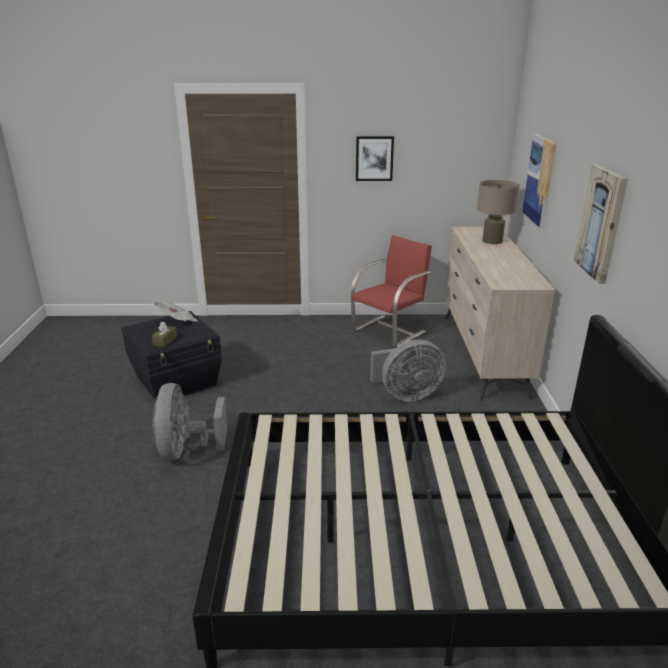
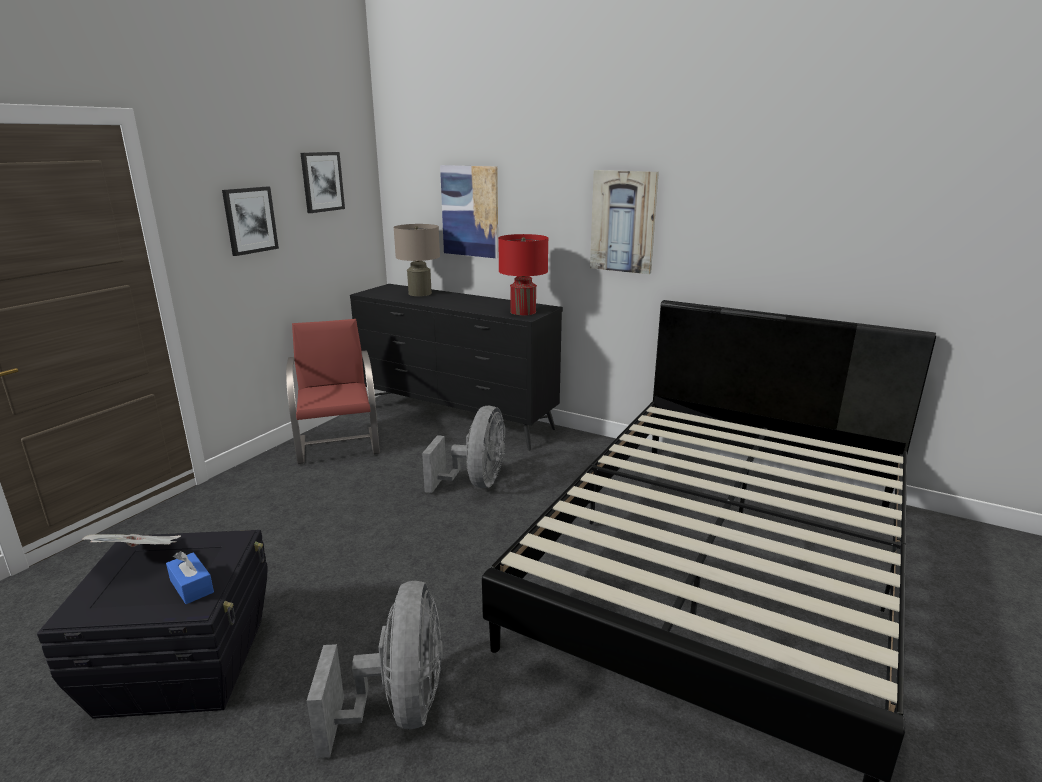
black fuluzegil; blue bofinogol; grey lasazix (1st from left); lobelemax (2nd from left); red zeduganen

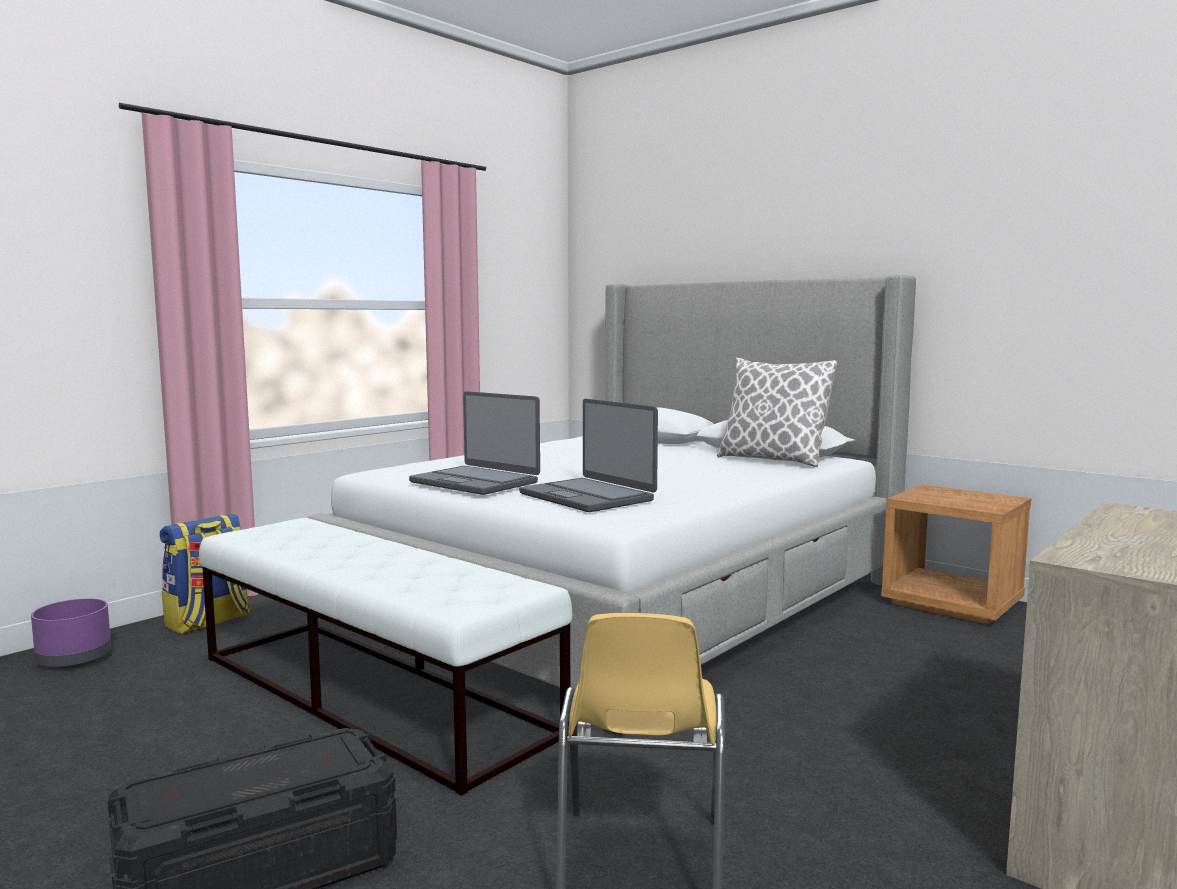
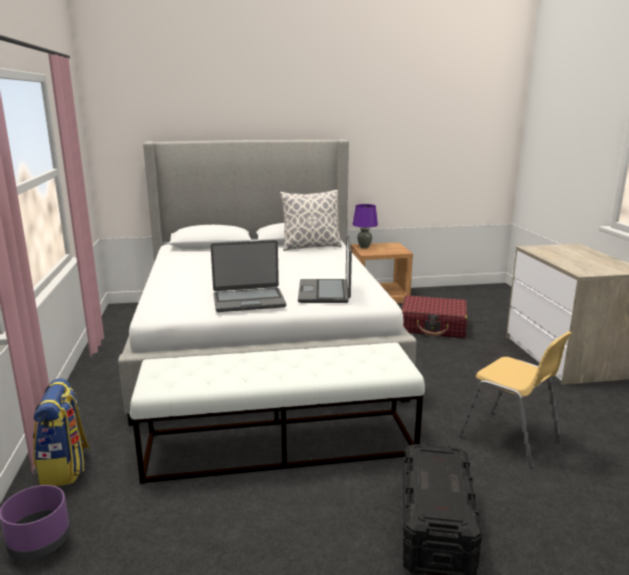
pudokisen (2nd from left); purple zeduganen; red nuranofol

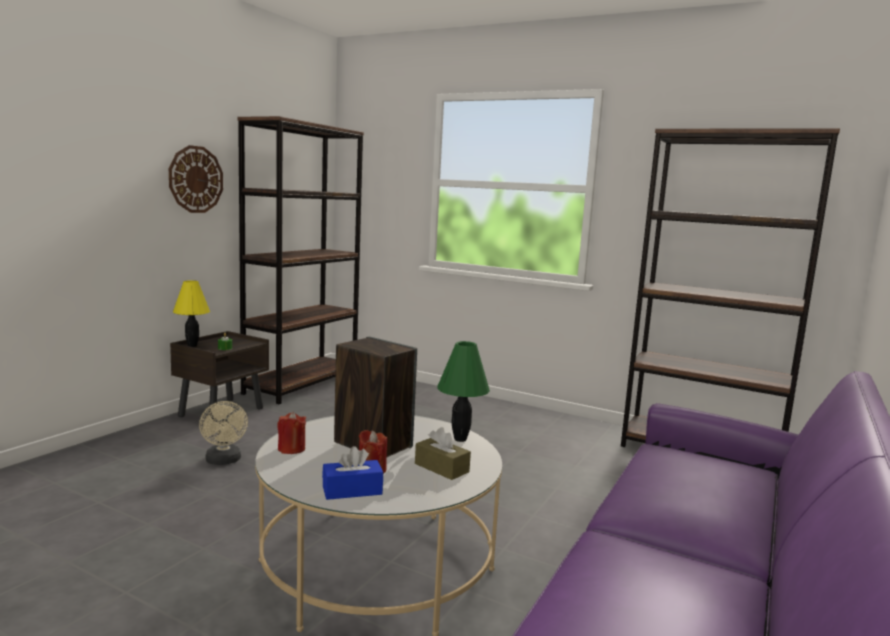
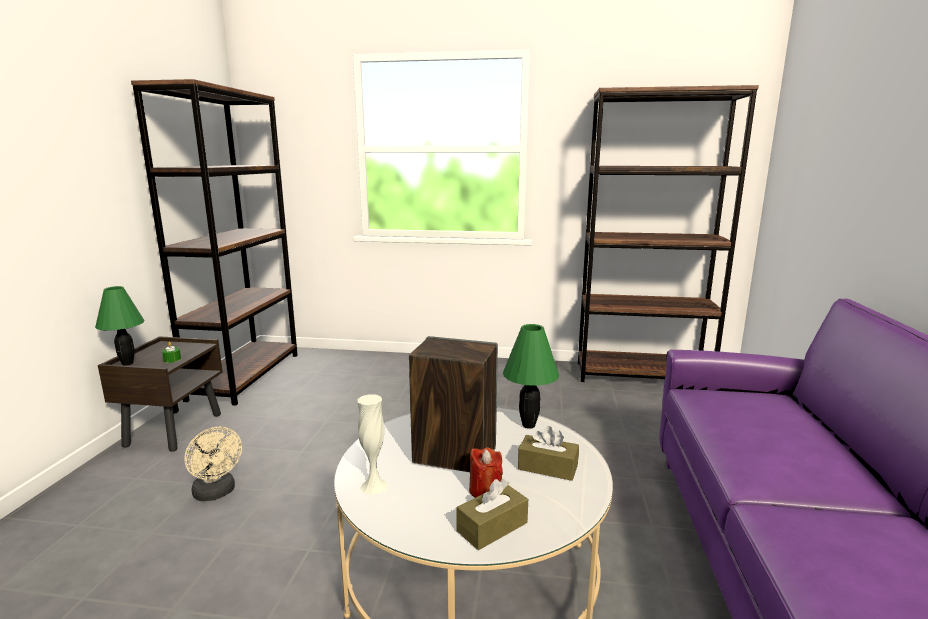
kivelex; green zeduganen (1st from left); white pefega; brown bofinogol (1st from left)

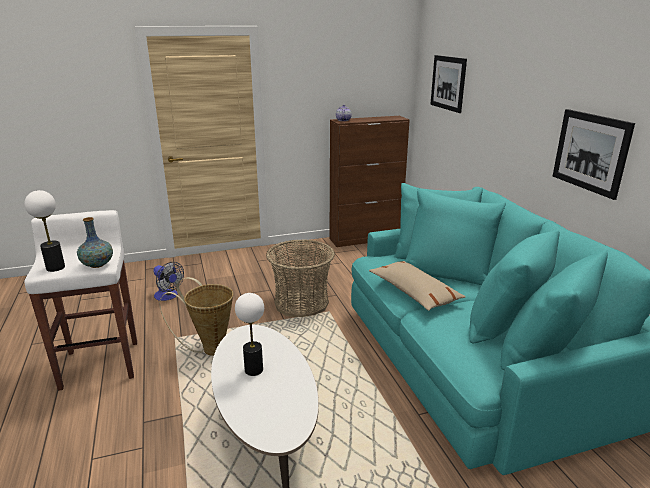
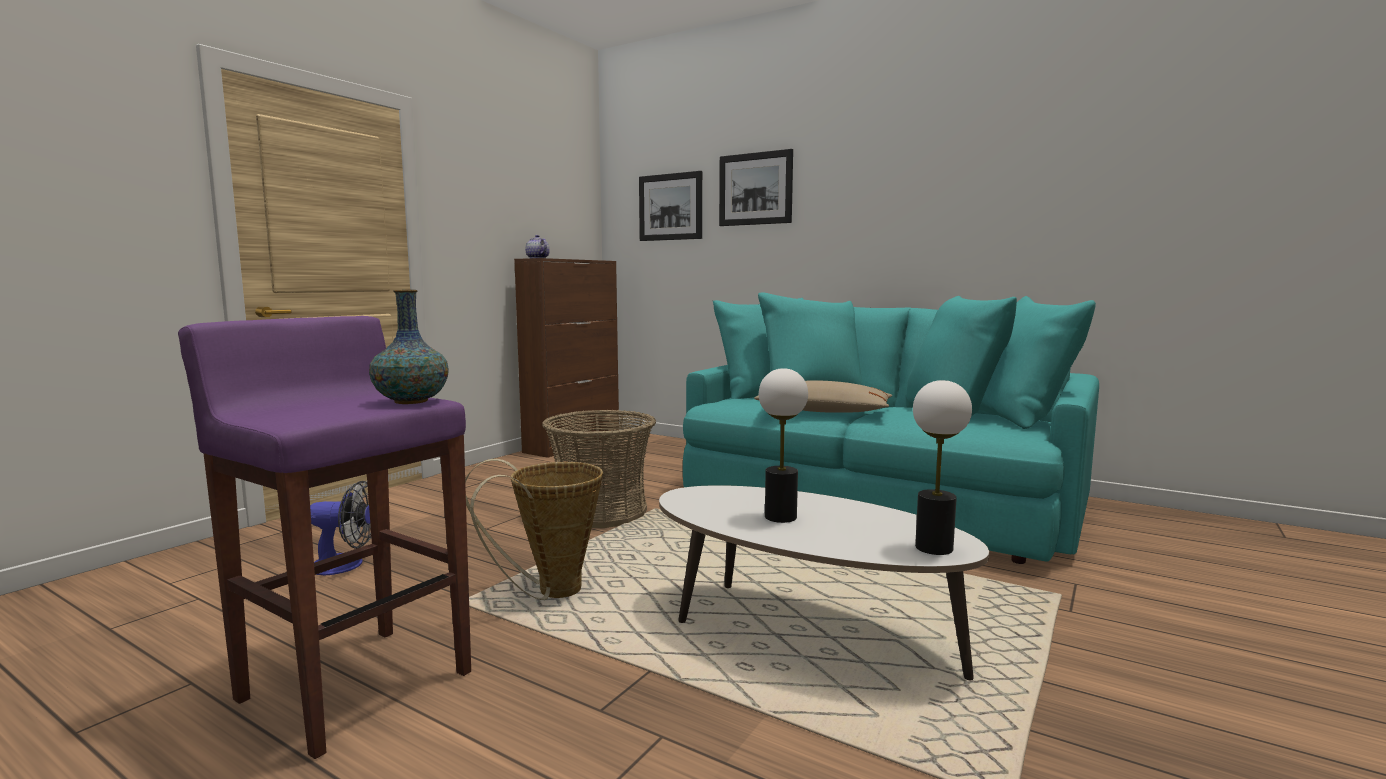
lobelemax (2nd from left); zeduganen (2nd from left); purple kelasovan

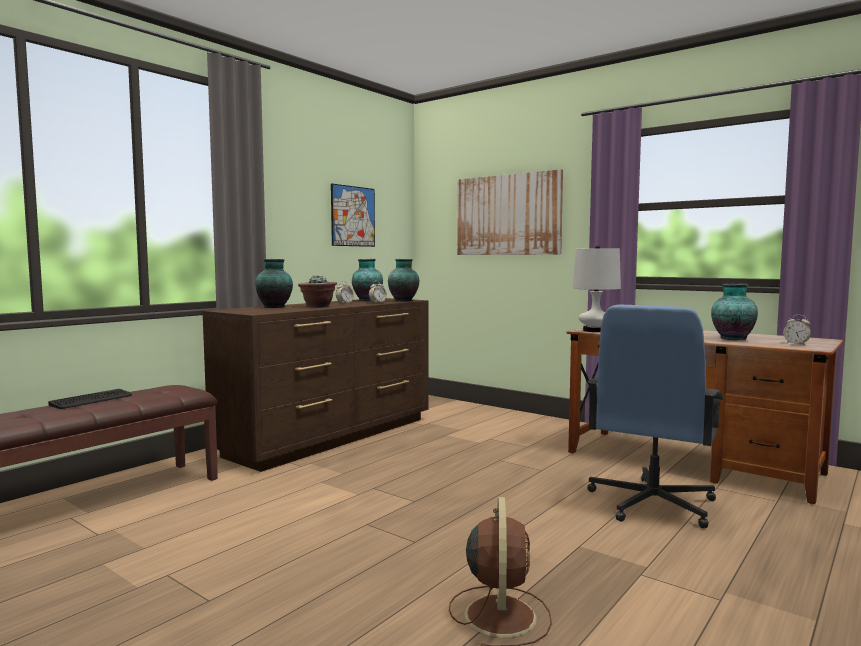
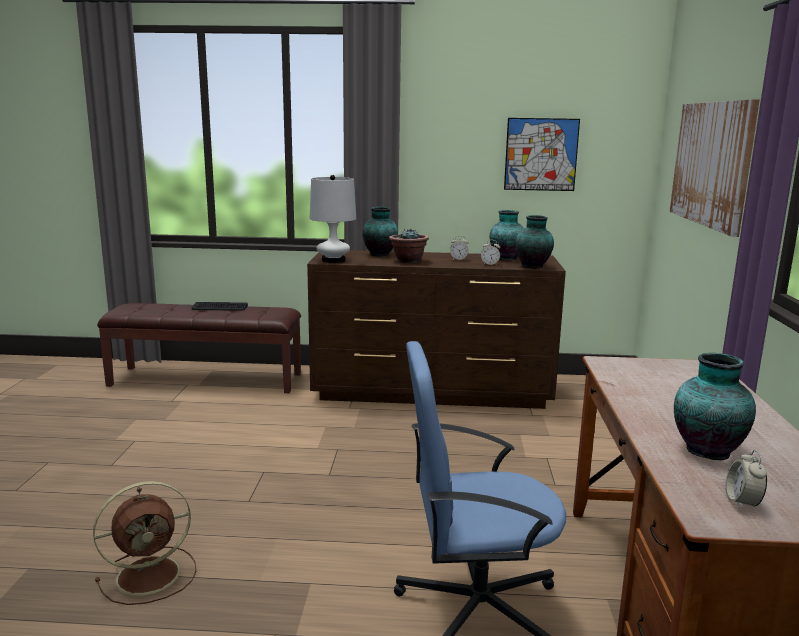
white zeduganen

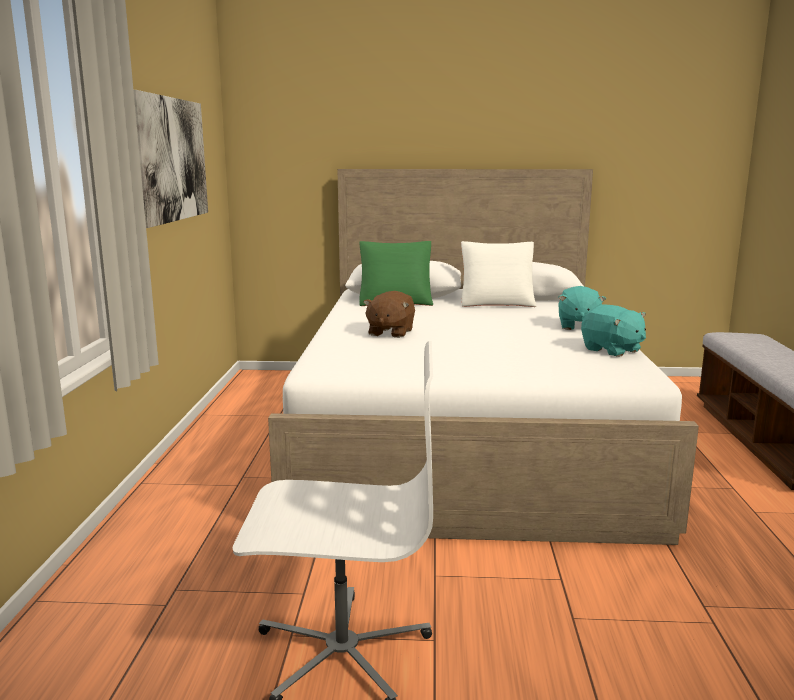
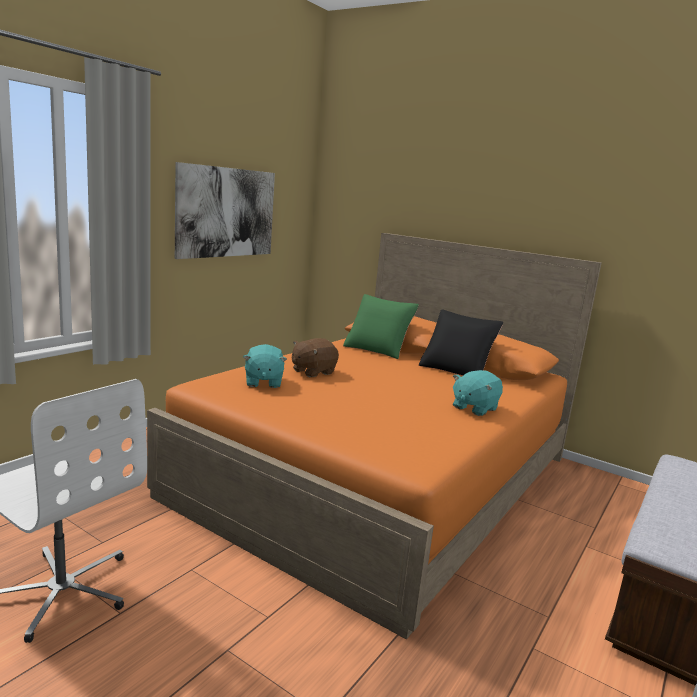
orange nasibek; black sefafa; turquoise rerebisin (1st from left)

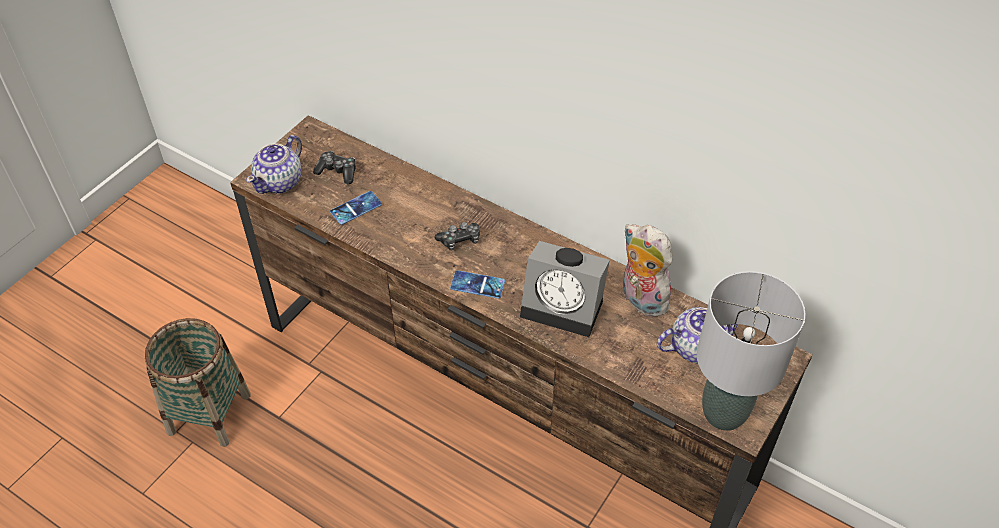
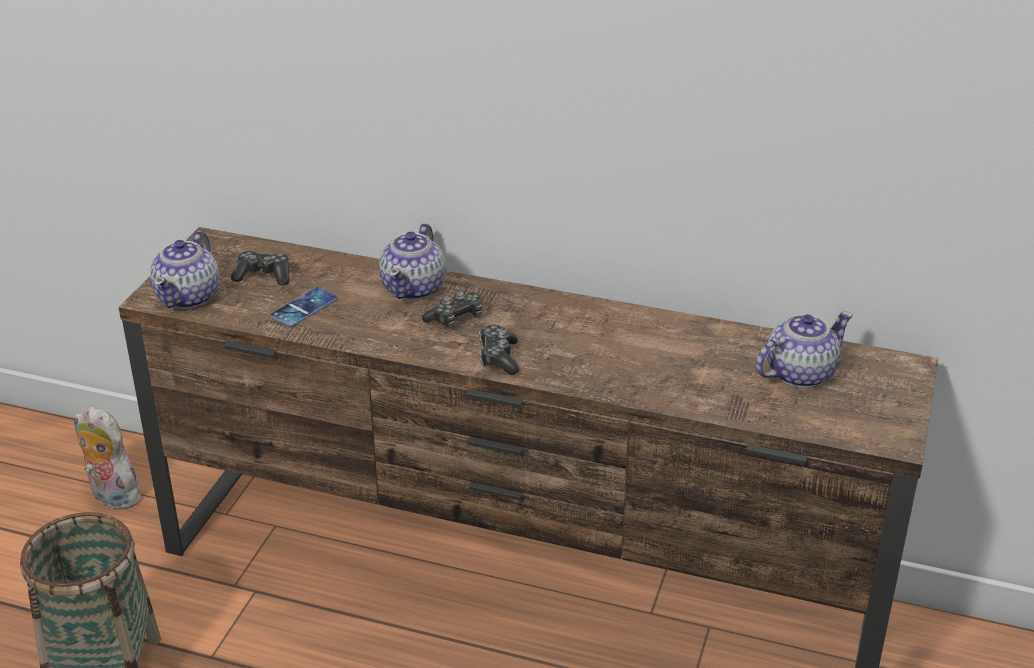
rerebisin; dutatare; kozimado (3rd from left); grey zeduganen; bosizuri (2nd from left)

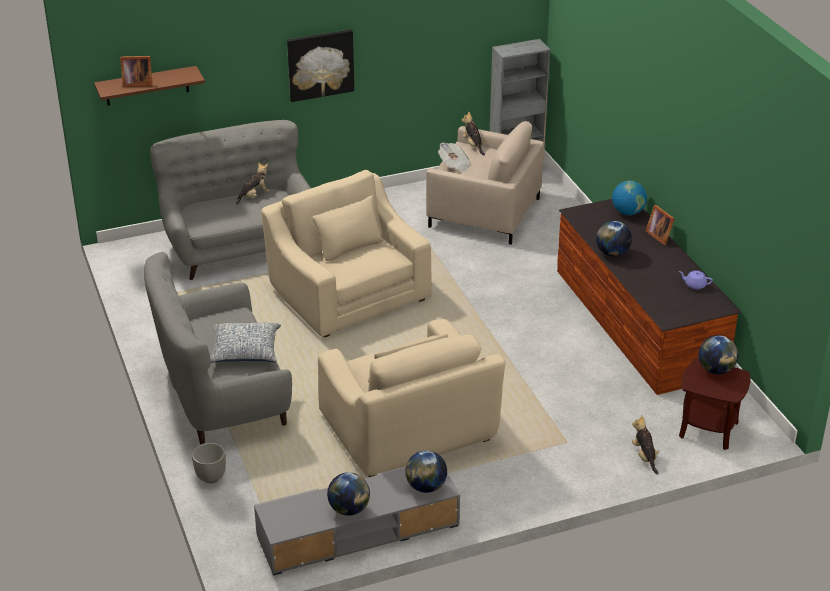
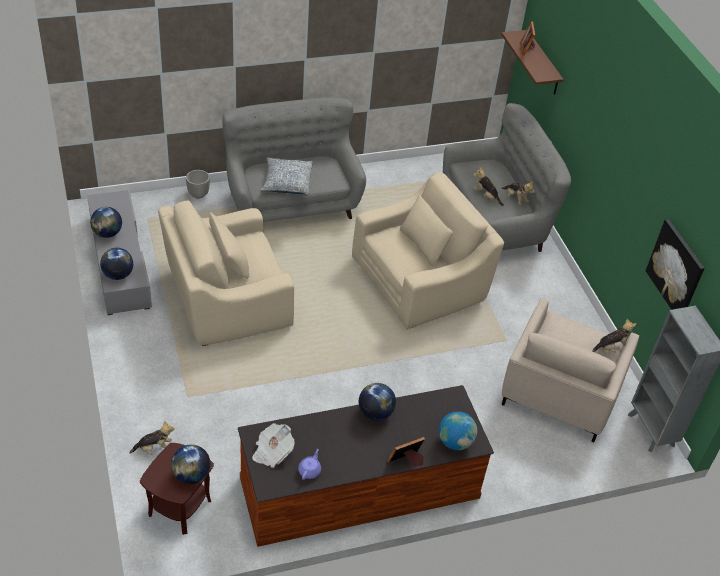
lobelemax; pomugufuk; rerebisin (2nd from left)

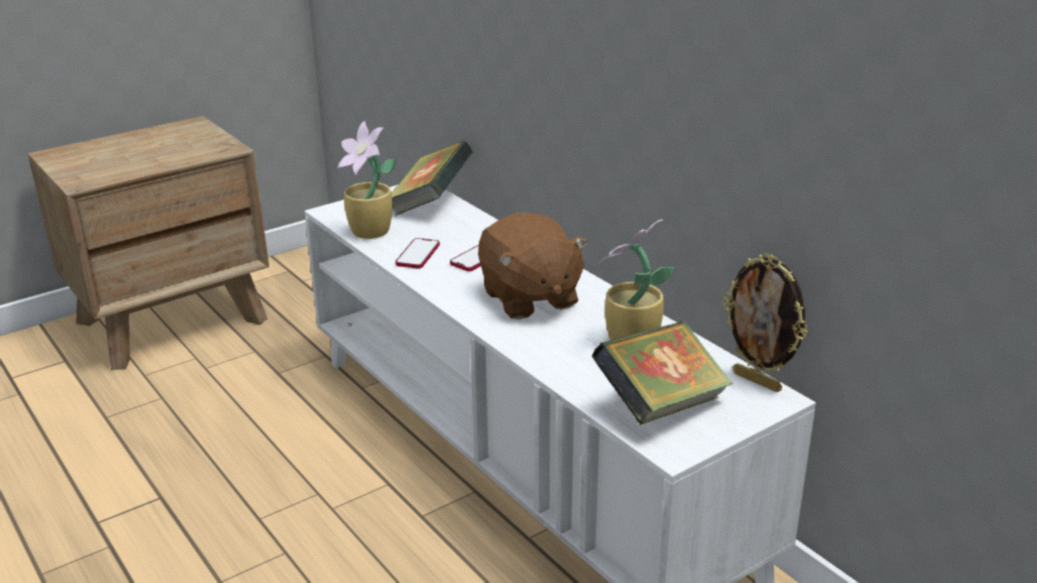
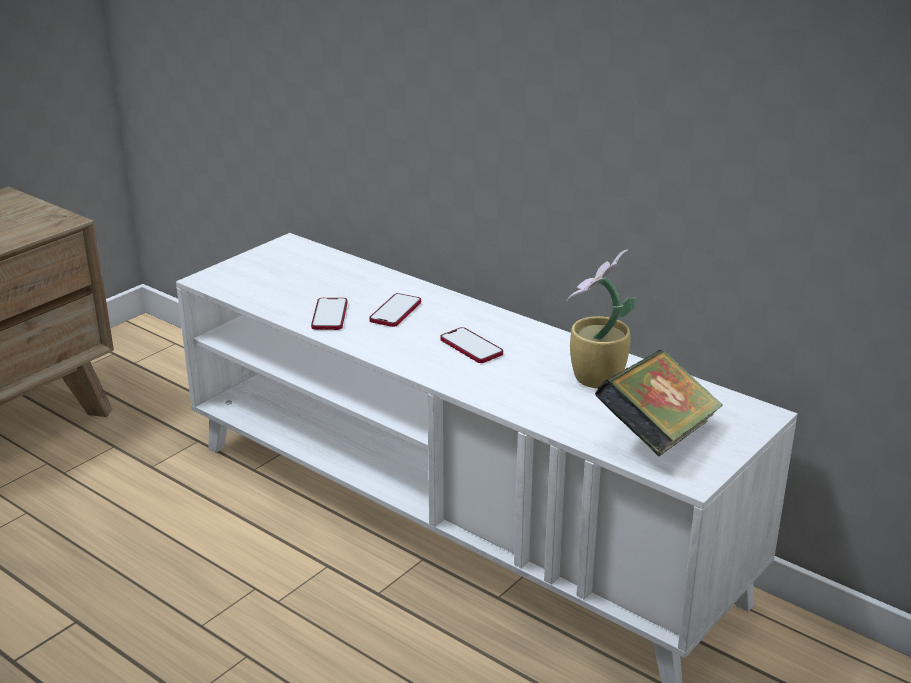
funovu (1st from left in the first image); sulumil (1st from left in the first image); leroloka (3rd from left); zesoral

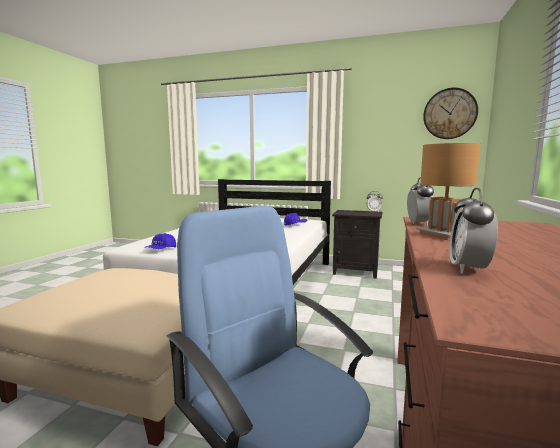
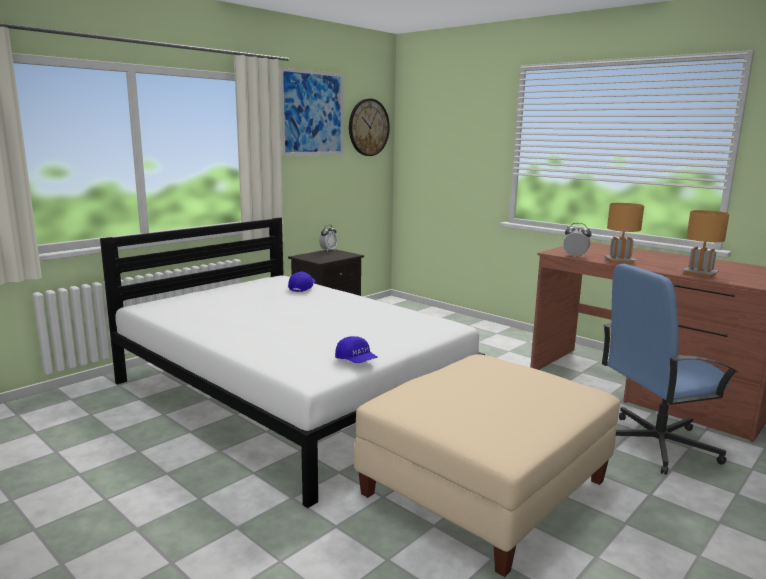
brown zeduganen (2nd from left); lobelemax

